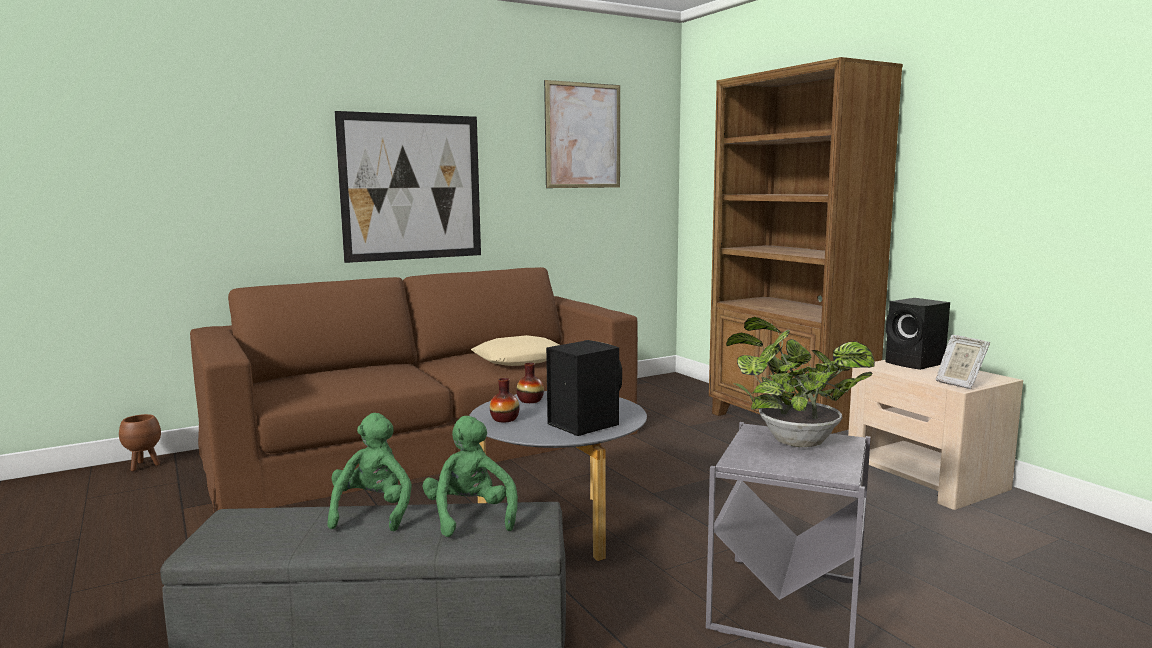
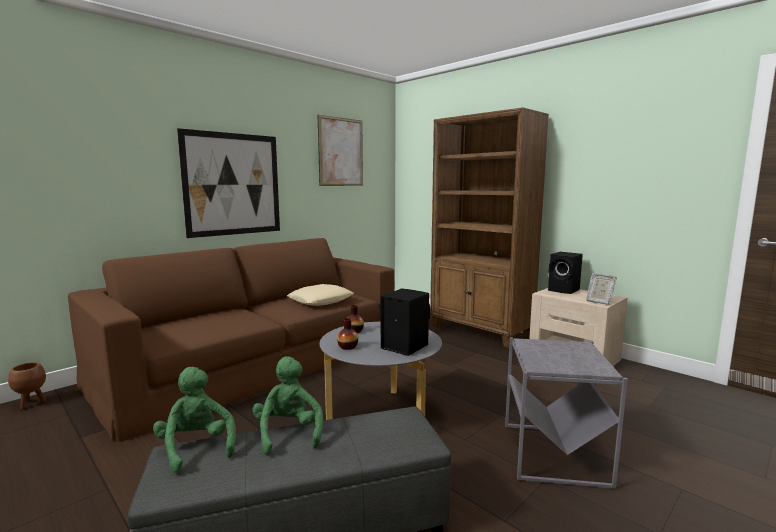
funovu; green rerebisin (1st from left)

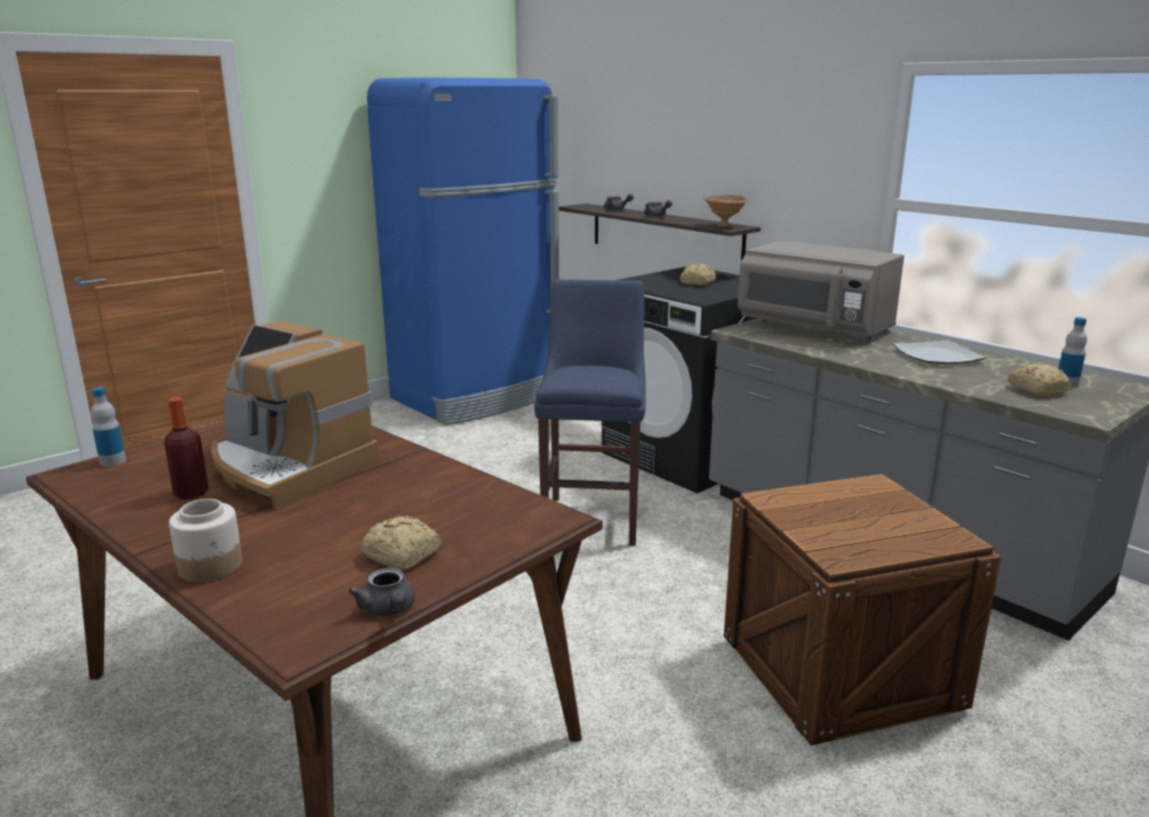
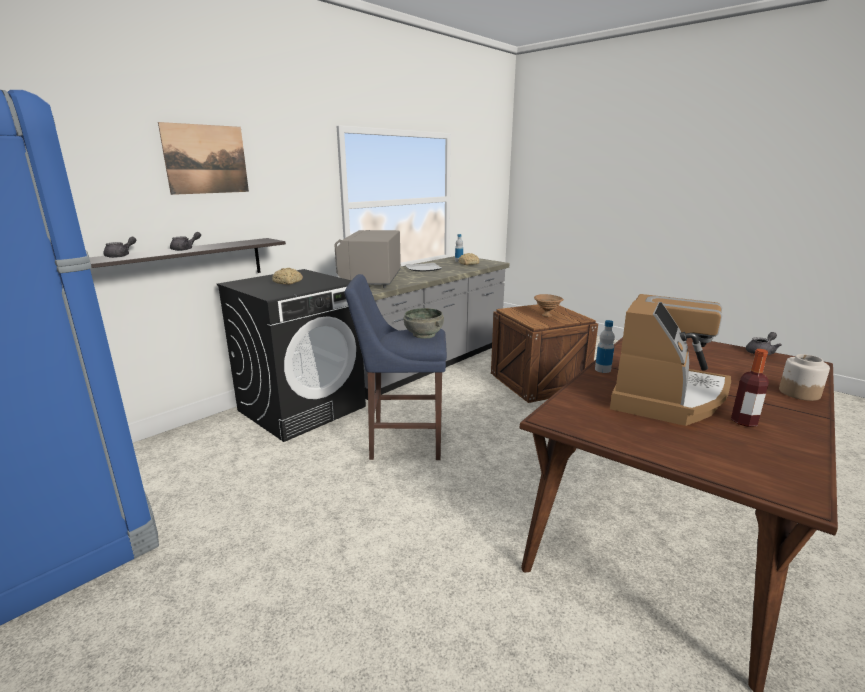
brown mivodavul; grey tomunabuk; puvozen (2nd from left); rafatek (1st from left in the first image); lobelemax; grey mivodavul

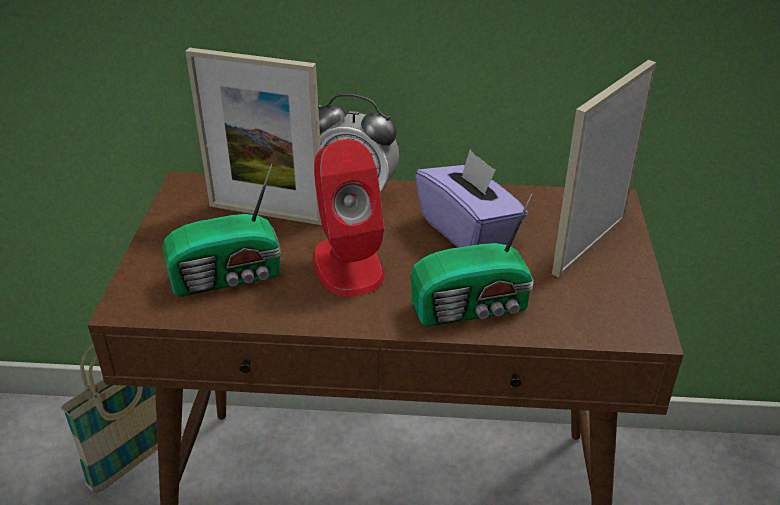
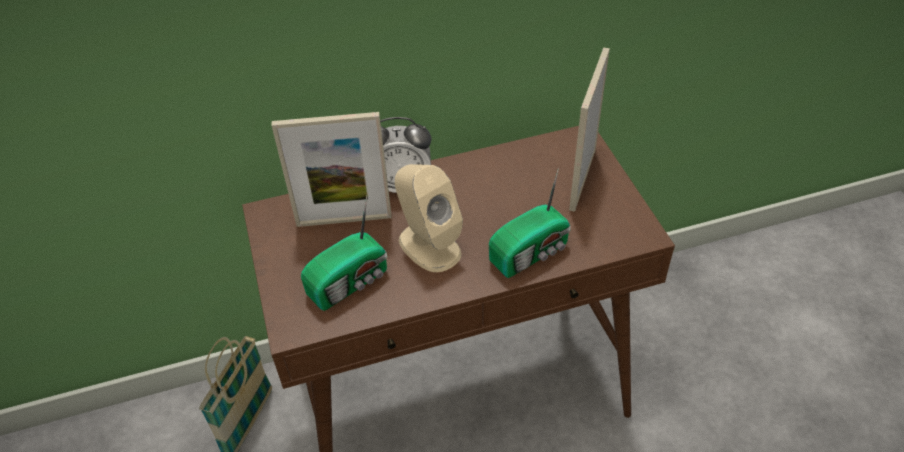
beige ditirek; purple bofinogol

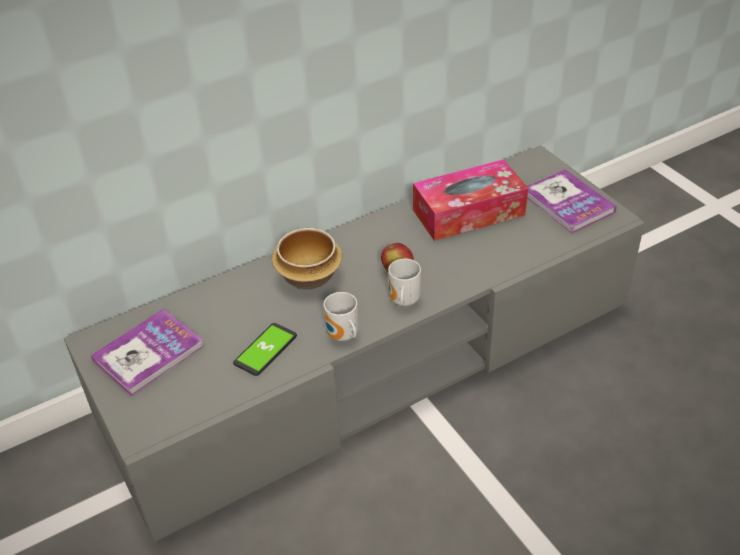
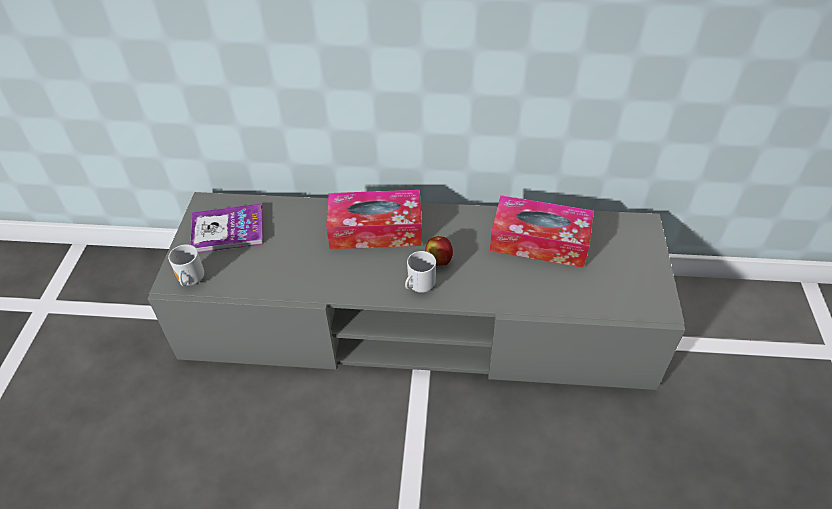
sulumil (2nd from left in the first image); bofinogol (1st from left); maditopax (1st from left); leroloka

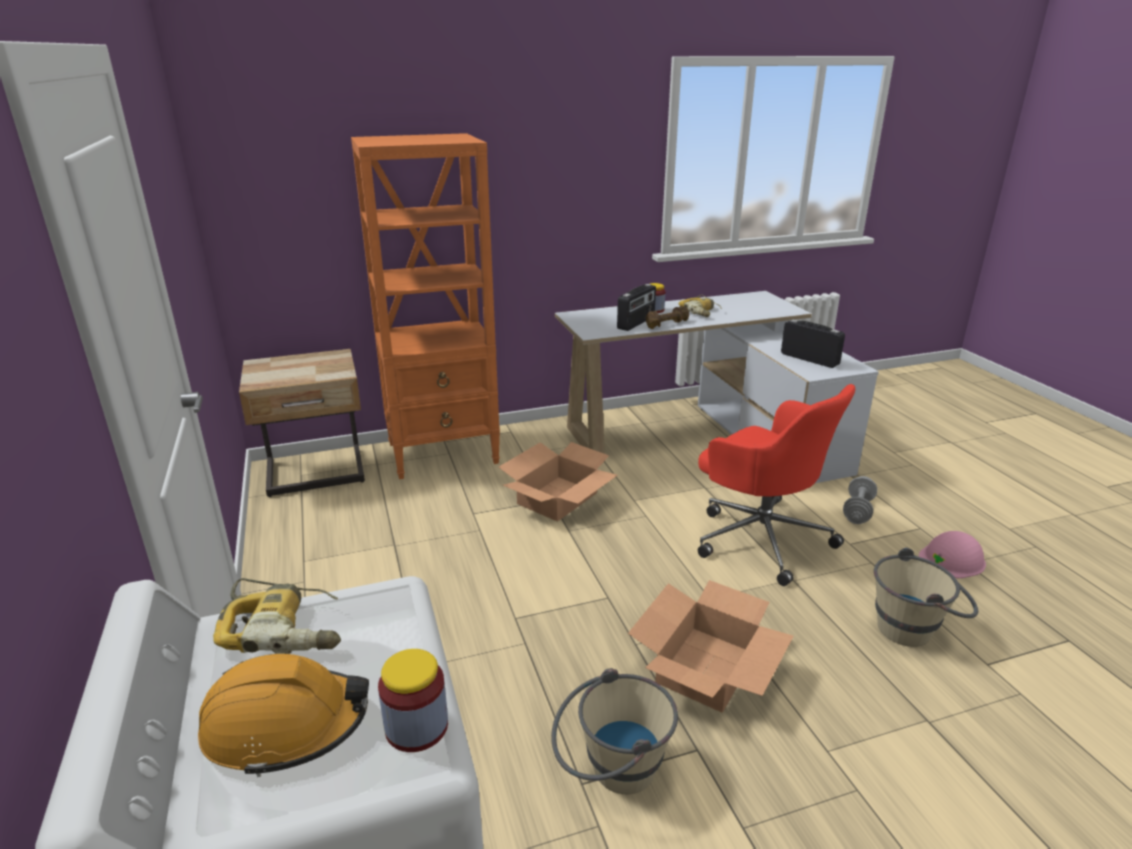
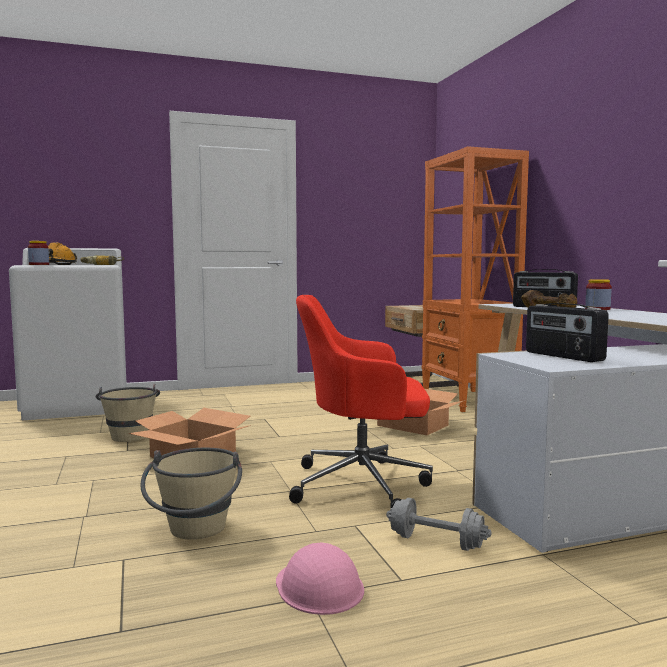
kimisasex (2nd from left in the first image); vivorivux (2nd from left); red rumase

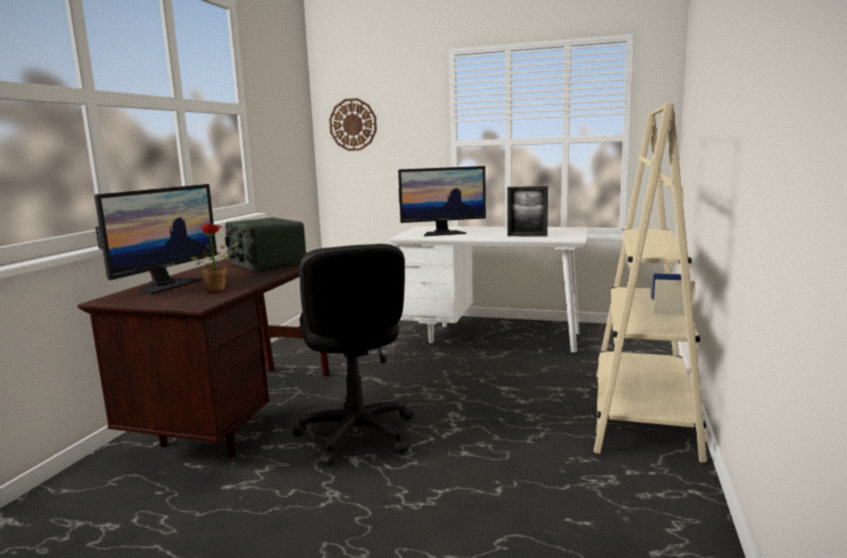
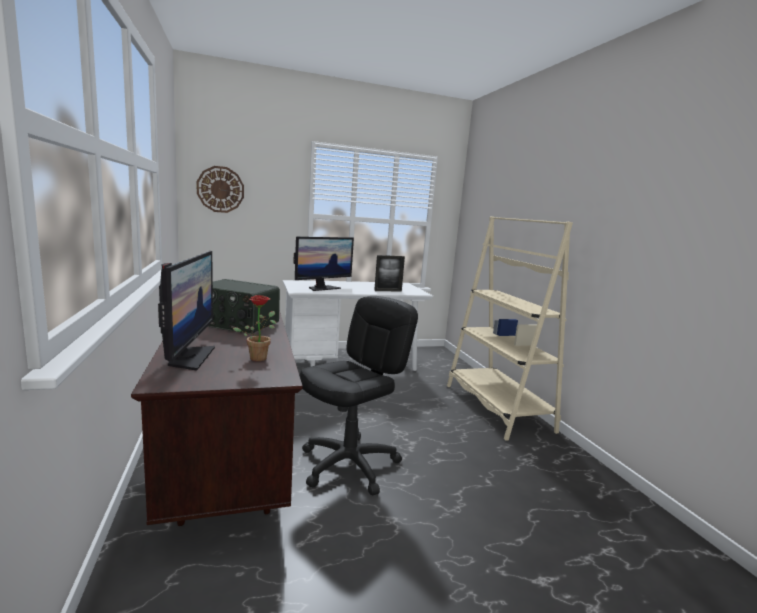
black rumase

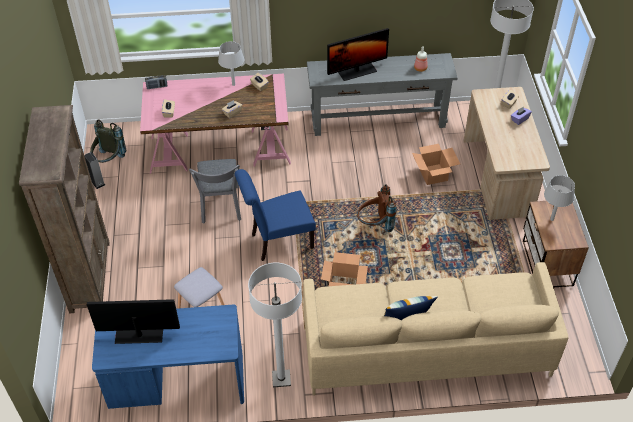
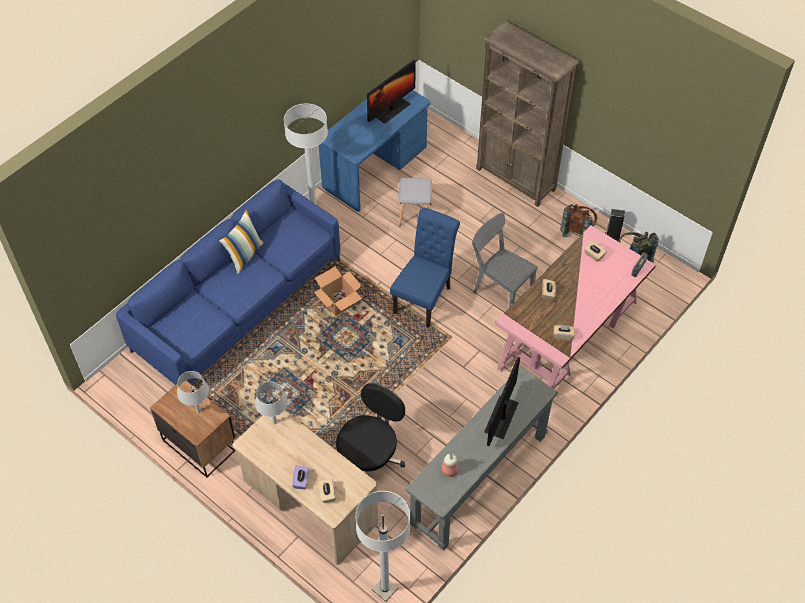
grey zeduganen (2nd from left); black rumase; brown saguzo; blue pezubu

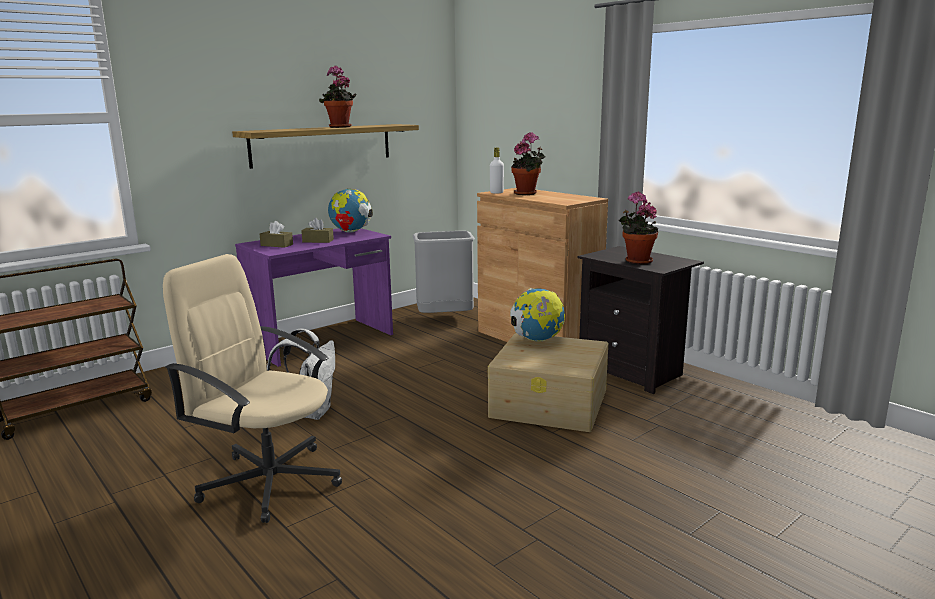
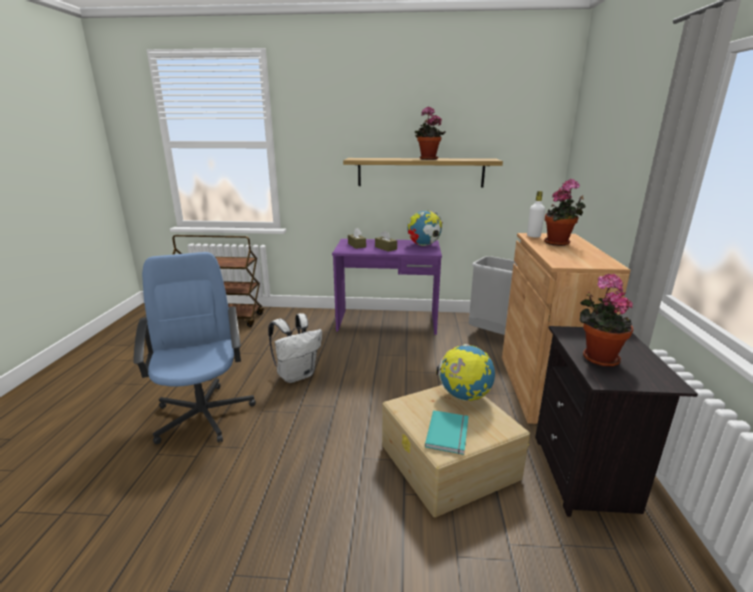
blue rumase; turquoise sulumil

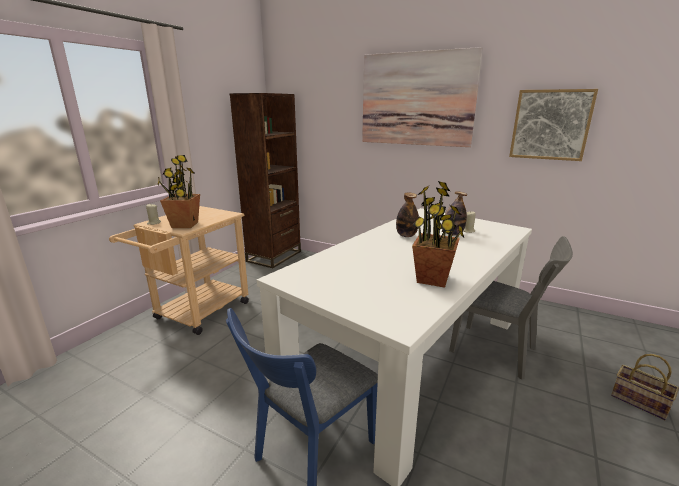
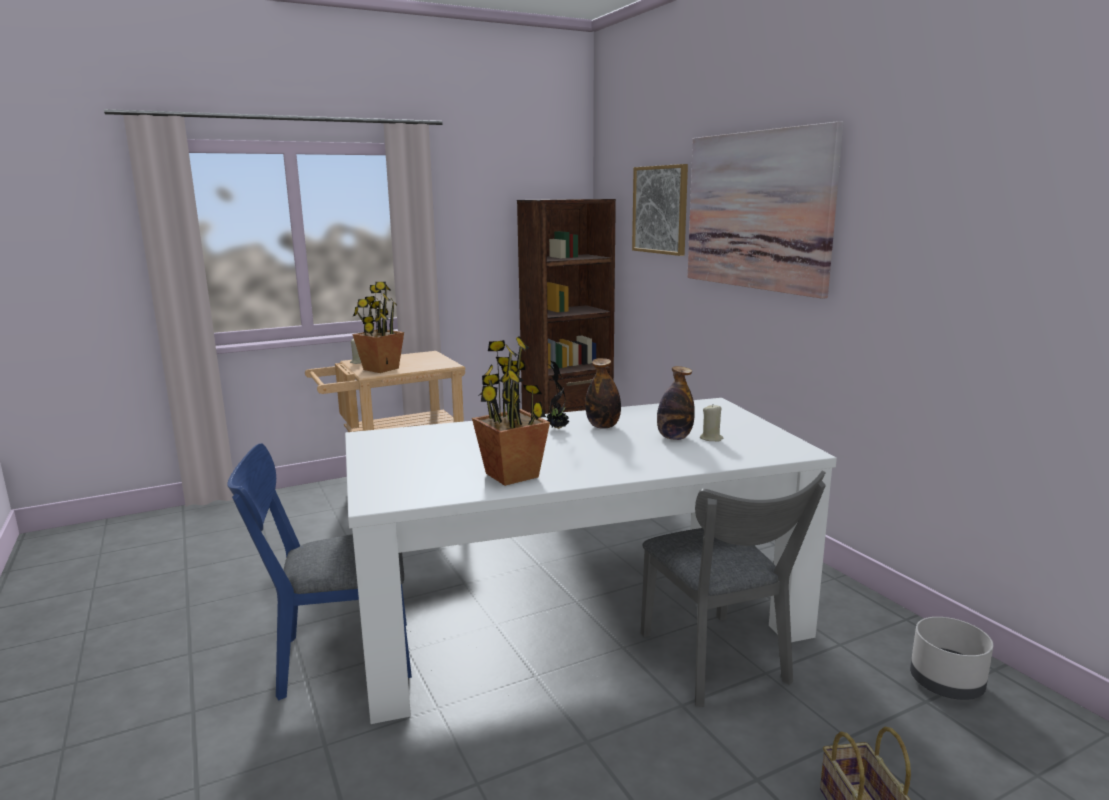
lobelemax (1st from left); funovu (3rd from left); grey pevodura

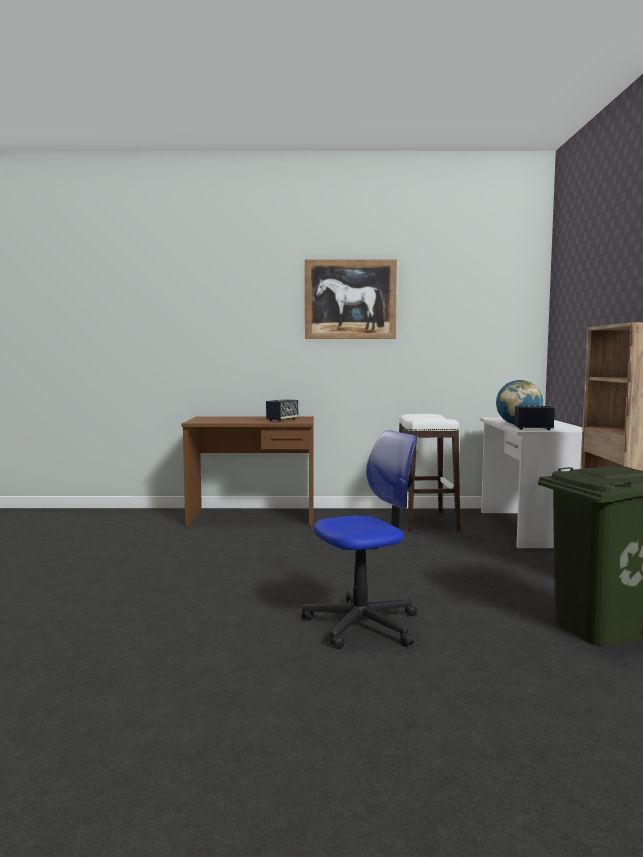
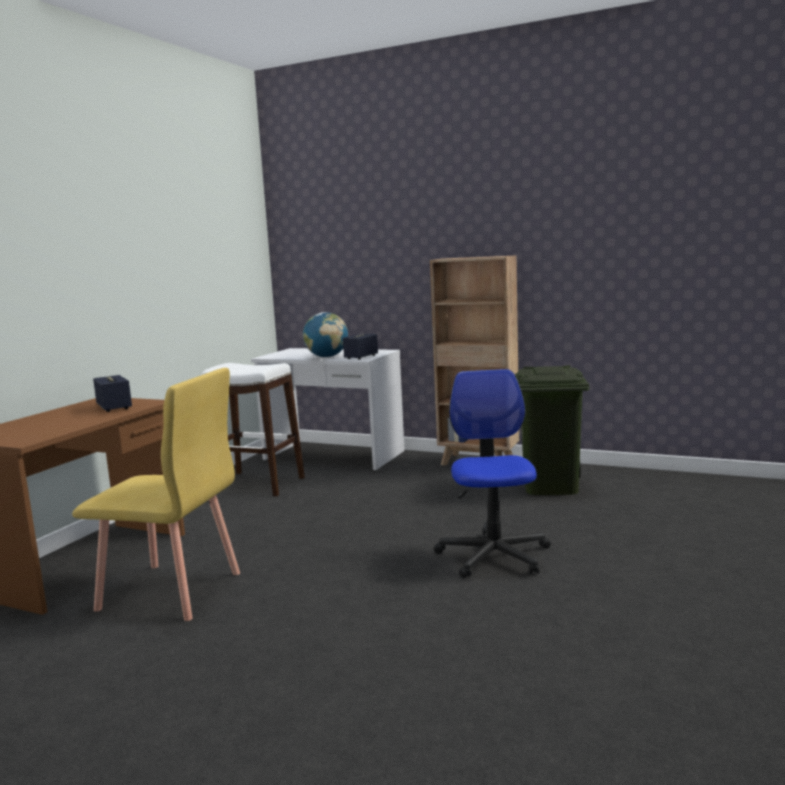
lobelemax; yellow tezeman

